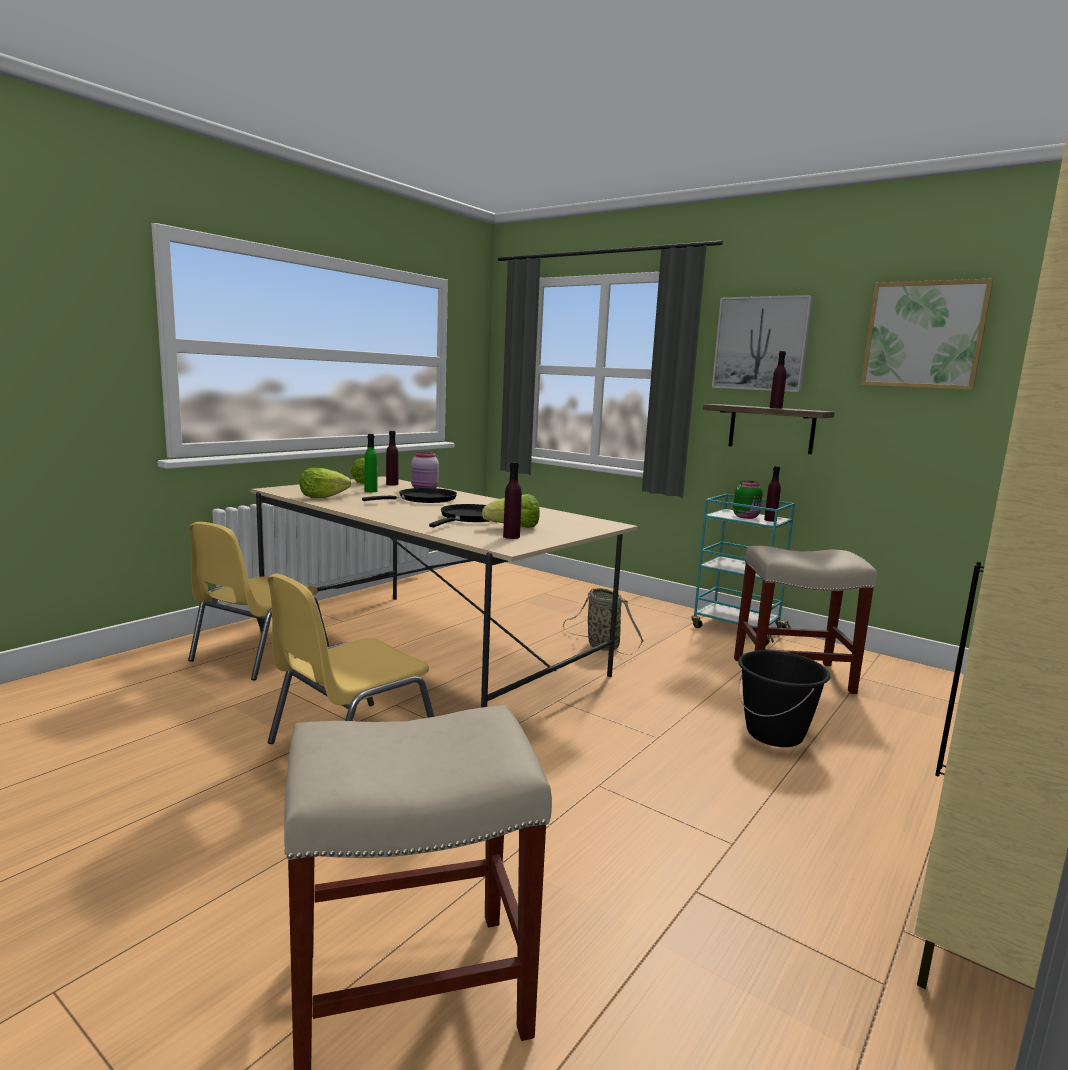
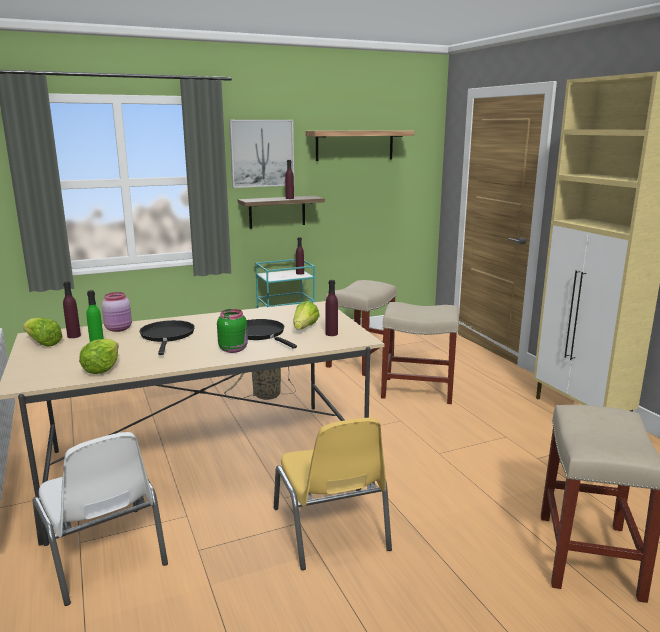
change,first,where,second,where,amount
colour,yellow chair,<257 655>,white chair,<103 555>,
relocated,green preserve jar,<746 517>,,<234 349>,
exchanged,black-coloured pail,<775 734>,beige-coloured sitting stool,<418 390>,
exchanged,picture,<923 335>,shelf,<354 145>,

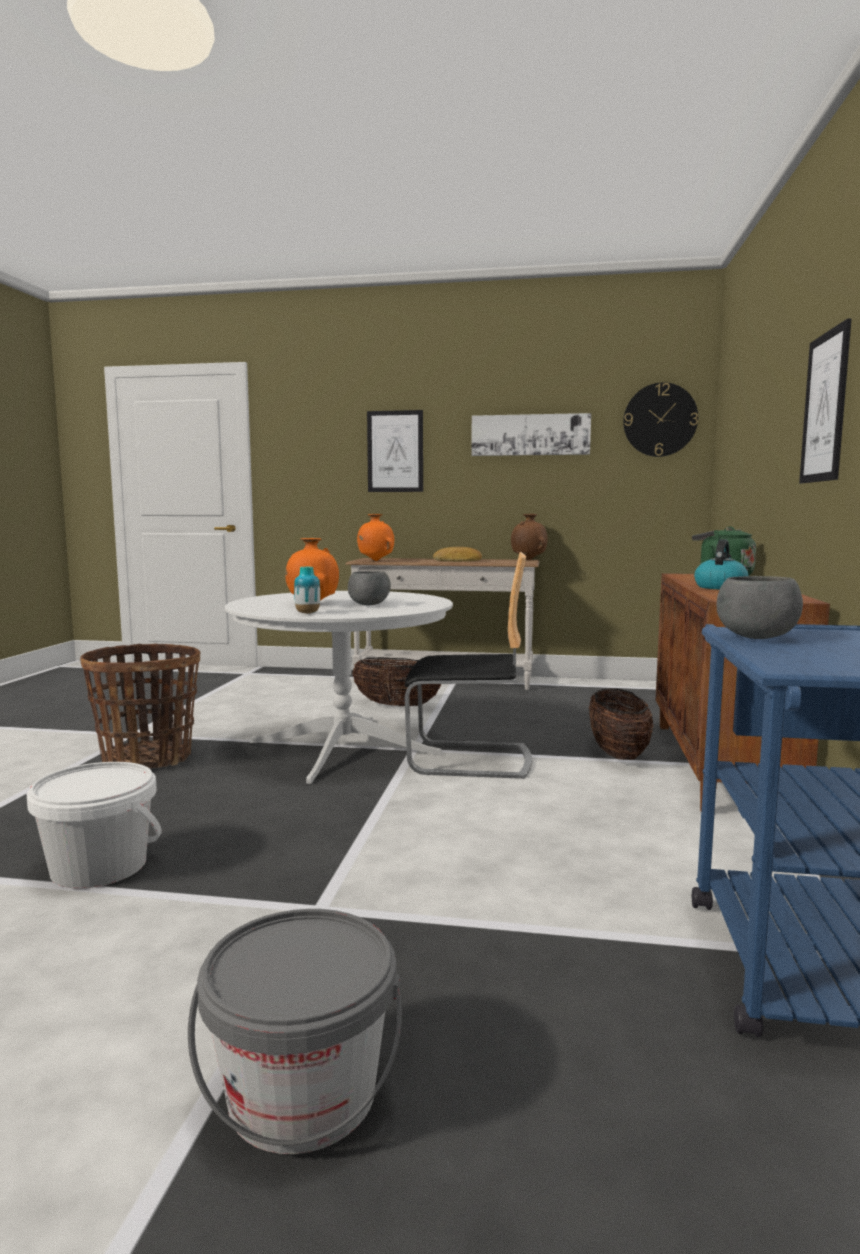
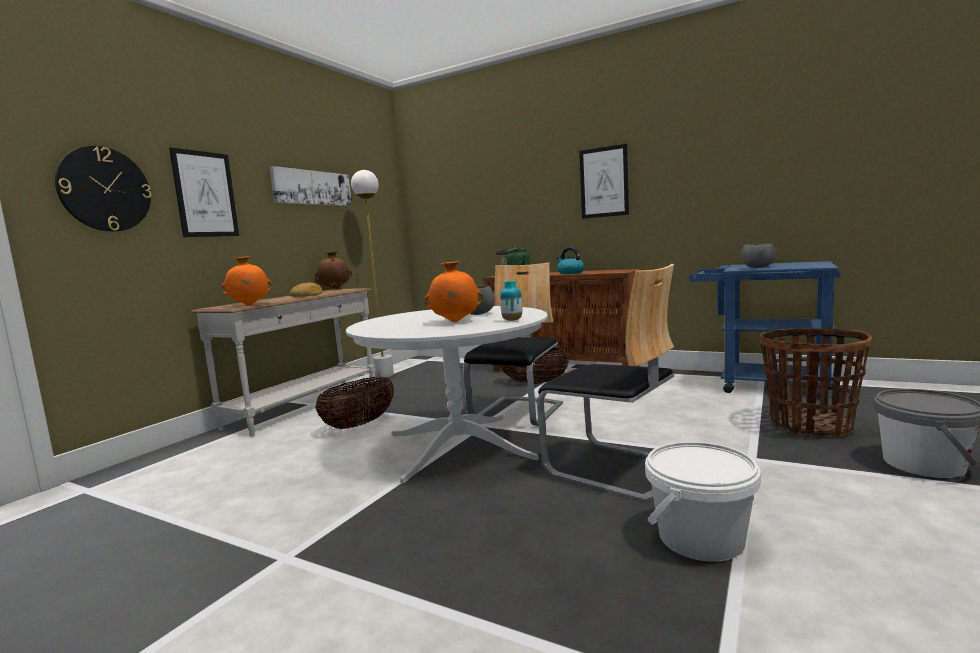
change,first,where,second,where,amount
relocated,household basket,<148 759>,,<809 426>,
relocated,hanging clock,<660 420>,,<105 189>,
appeared,,,white standing lamp,<384 375>,
appeared,,,chair,<614 469>,

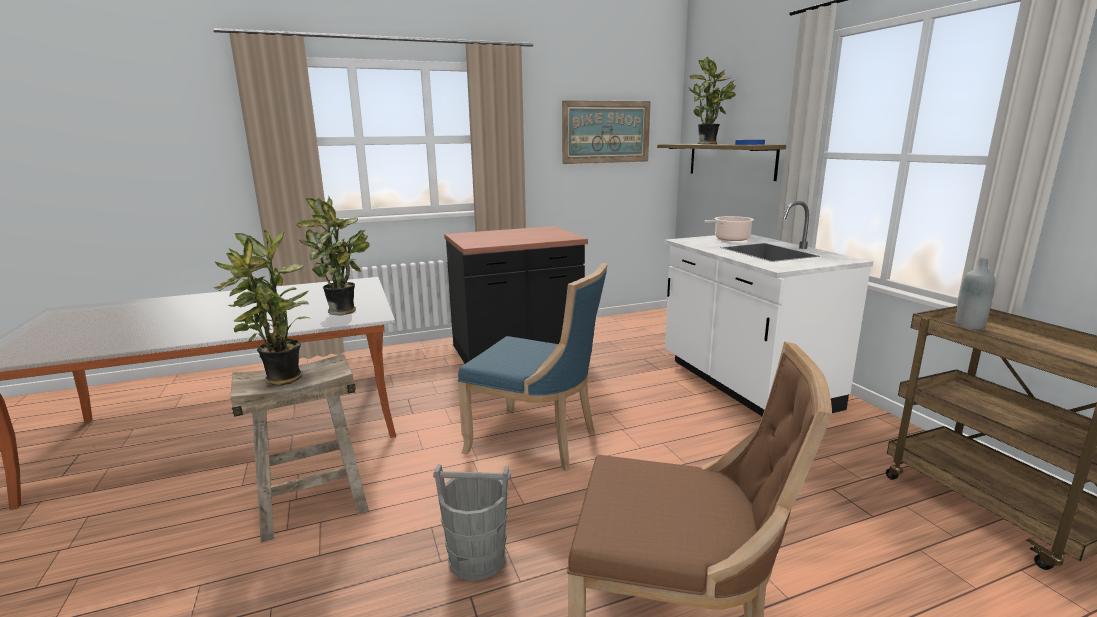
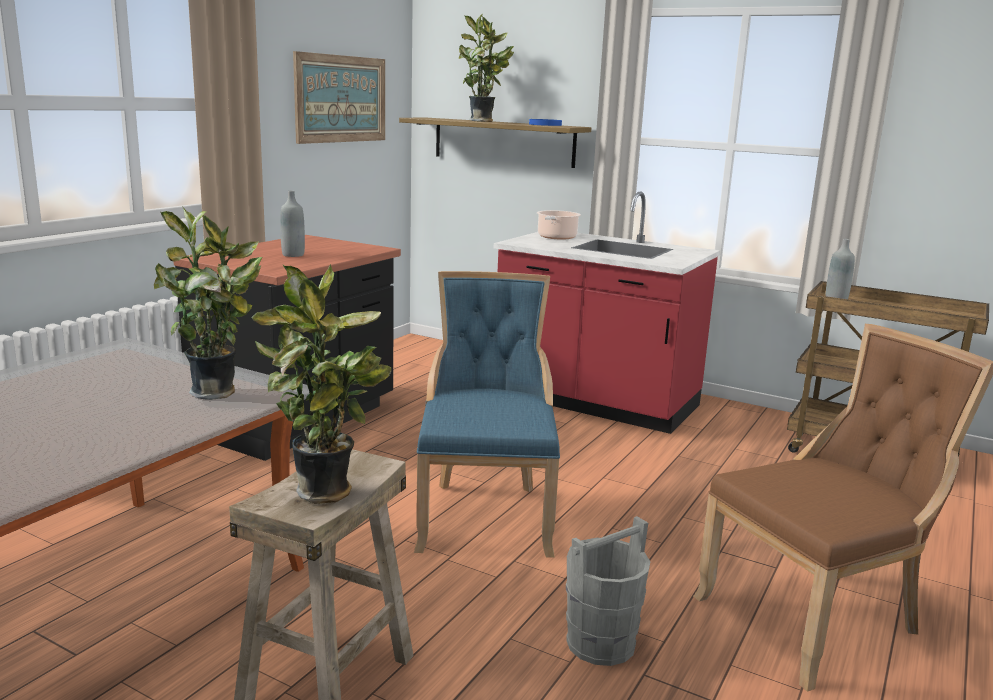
change,first,where,second,where,amount
spun,blue chair,<537 441>,,<485 515>,75 degrees counterclockwise
colour,white kitchen base unit,<744 384>,reddish kitchen base unit,<595 402>,
appeared,,,gray beverage bottle,<293 255>,

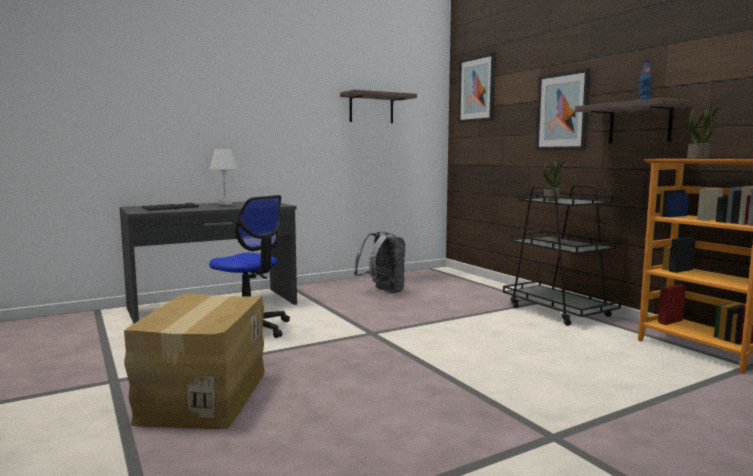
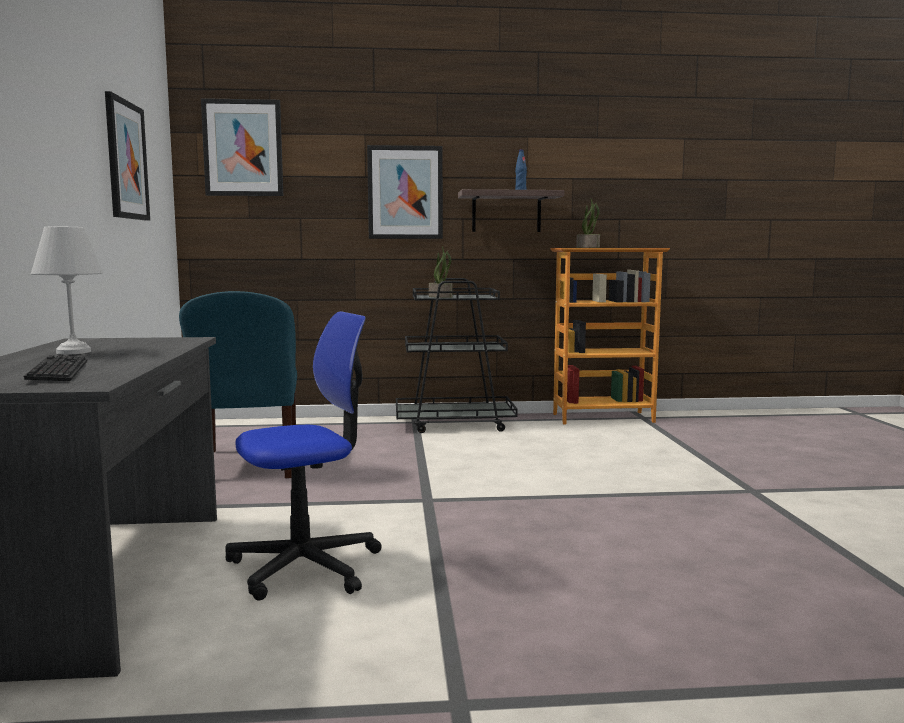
change,first,where,second,where,amount
missing,carton,<203 395>,,,
exchanged,shelf,<371 108>,picture,<126 160>,
exchanged,gray backpack,<382 291>,blue chair,<248 465>,

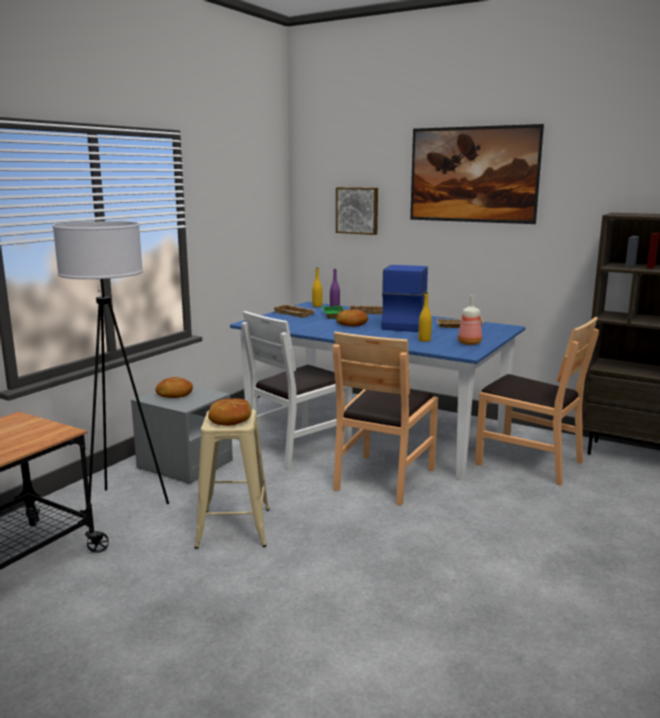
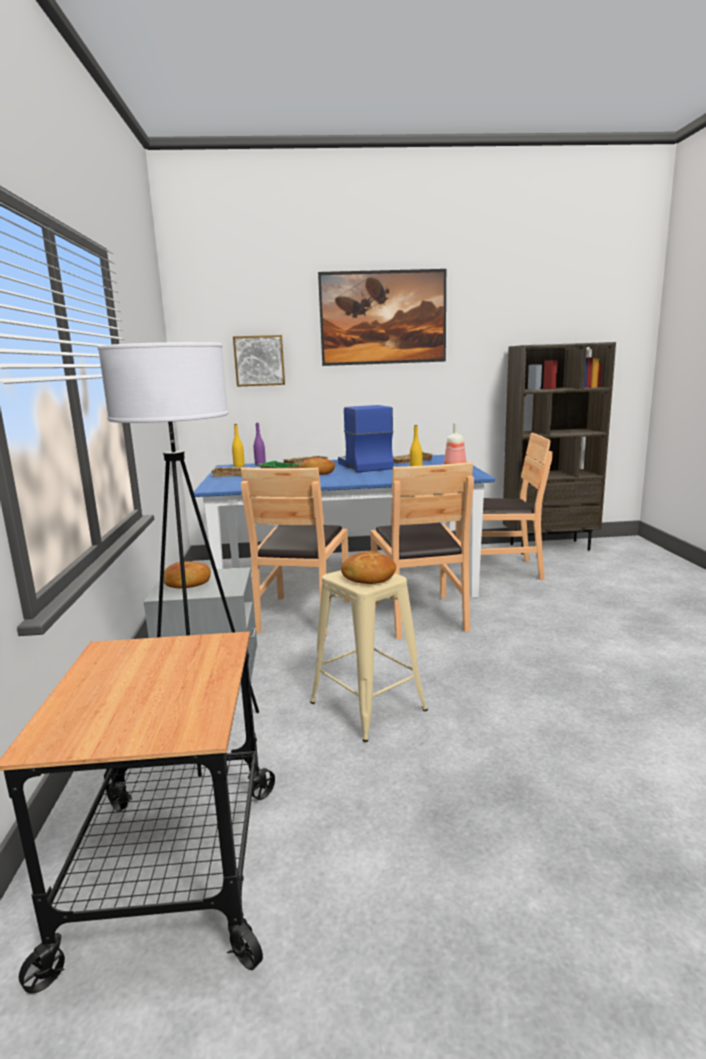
change,first,where,second,where,amount
colour,white chair,<298 448>,brown-coloured chair,<302 615>,

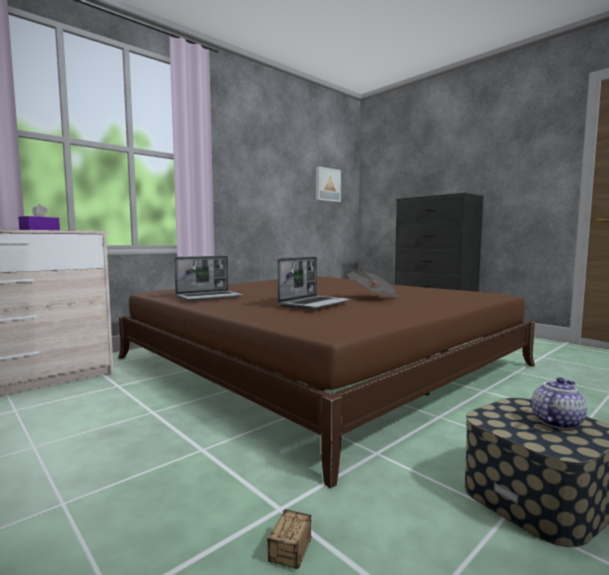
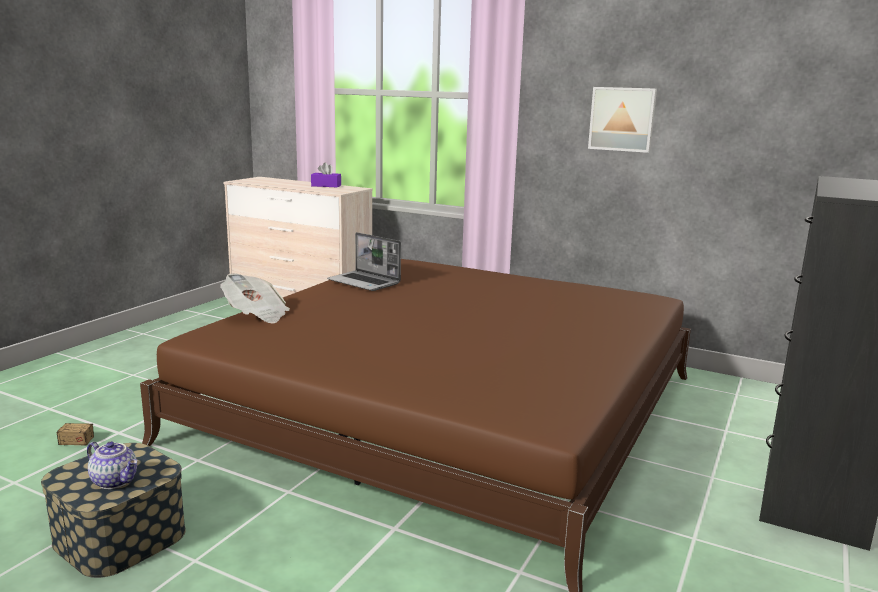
change,first,where,second,where,amount
missing,laptop,<314 304>,,,
relocated,picture,<327 185>,,<622 119>,
relocated,printed paper,<374 298>,,<256 315>,

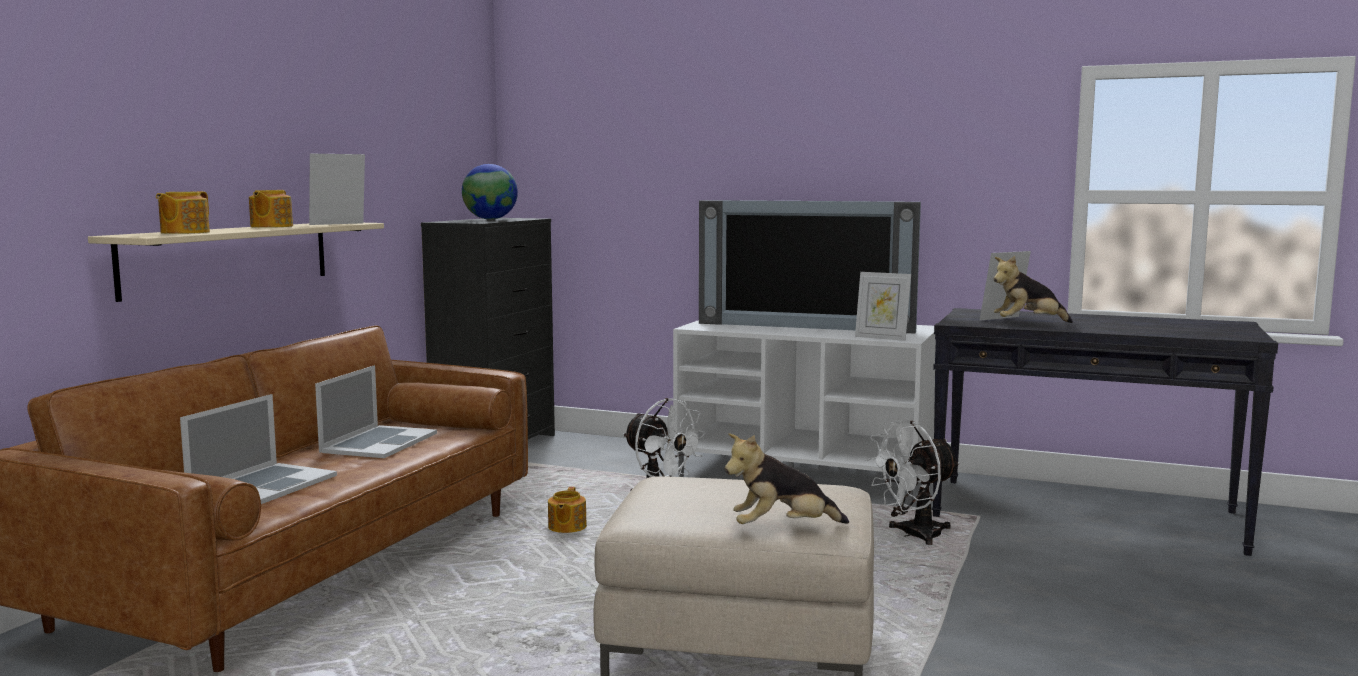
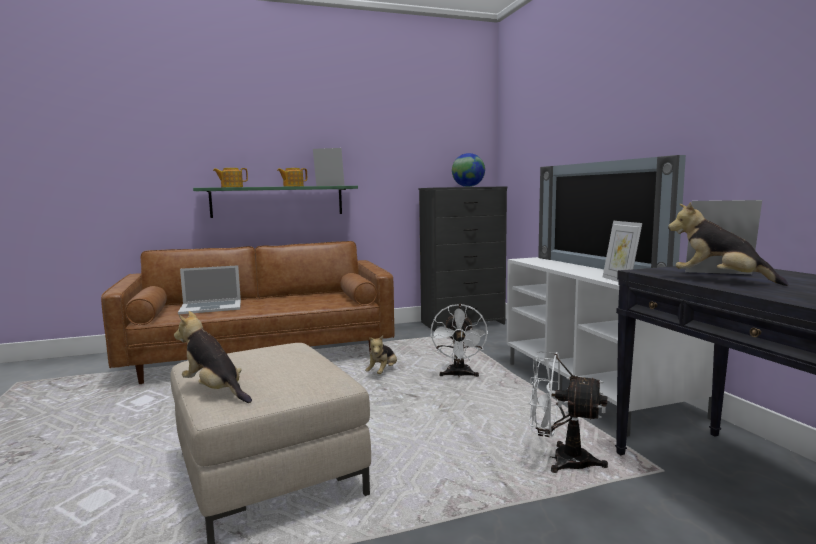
change,first,where,second,where,amount
colour,beige-coloured shelf,<229 257>,green shelf,<277 201>,
missing,laptop,<378 442>,,,
exchanged,tea pot,<566 527>,cuddly toy,<383 372>,

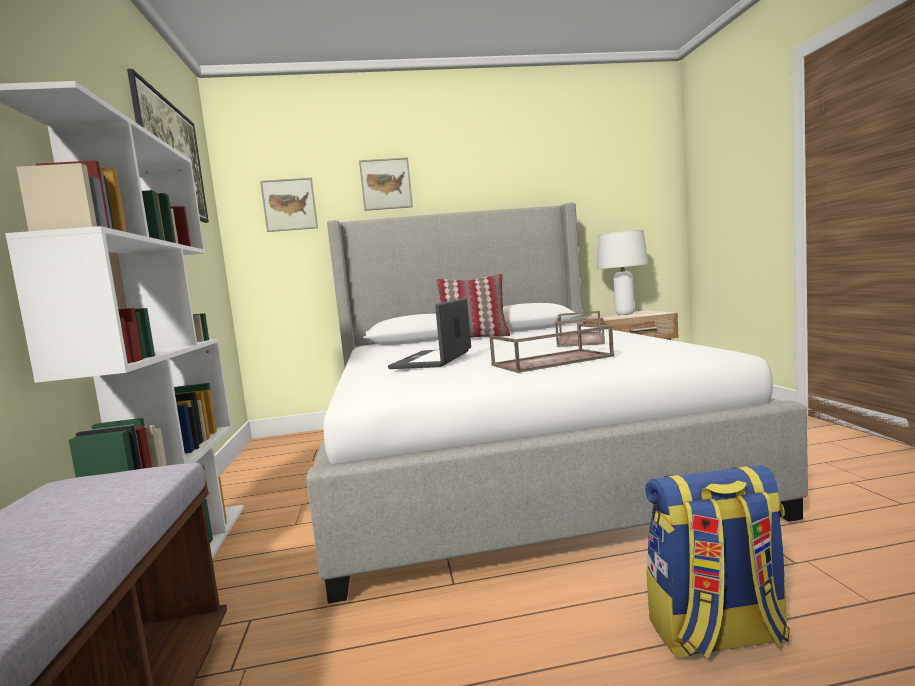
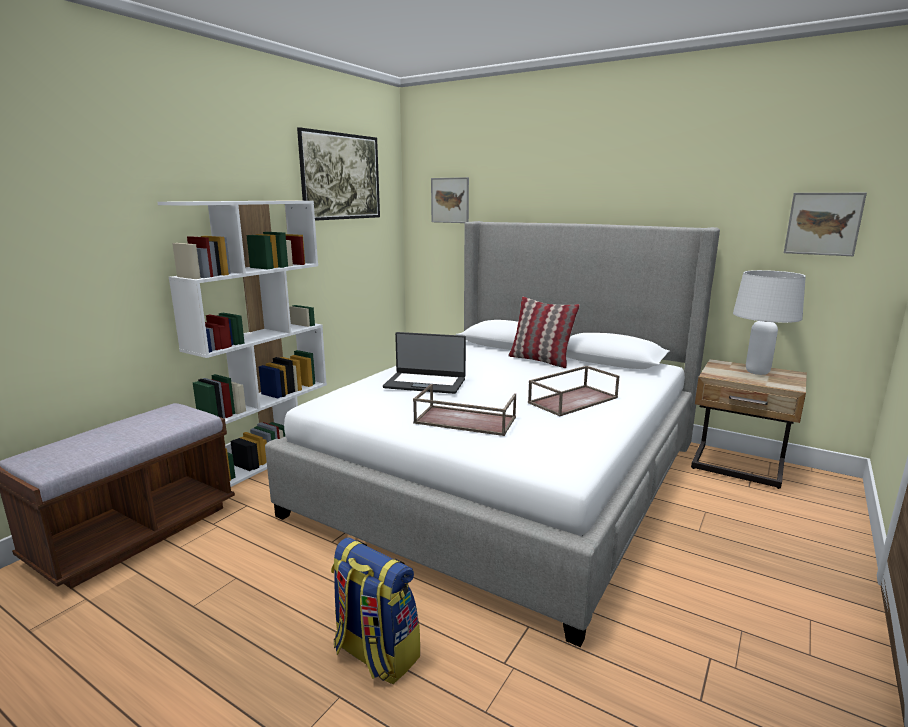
change,first,where,second,where,amount
relocated,picture,<386 184>,,<823 224>,
spun,laptop,<434 359>,,<425 383>,135 degrees counterclockwise

